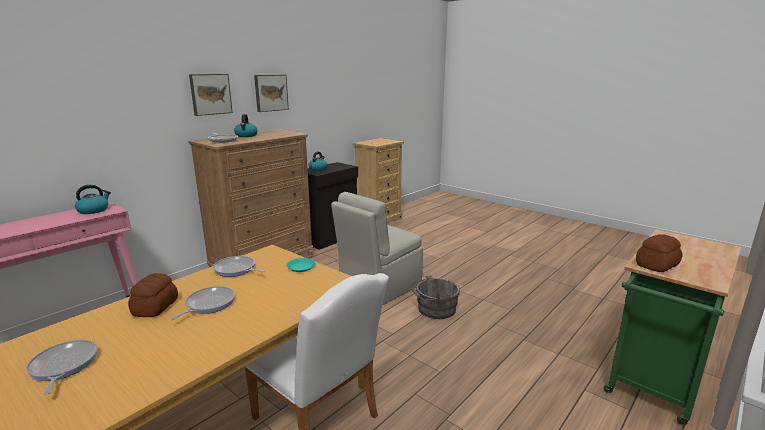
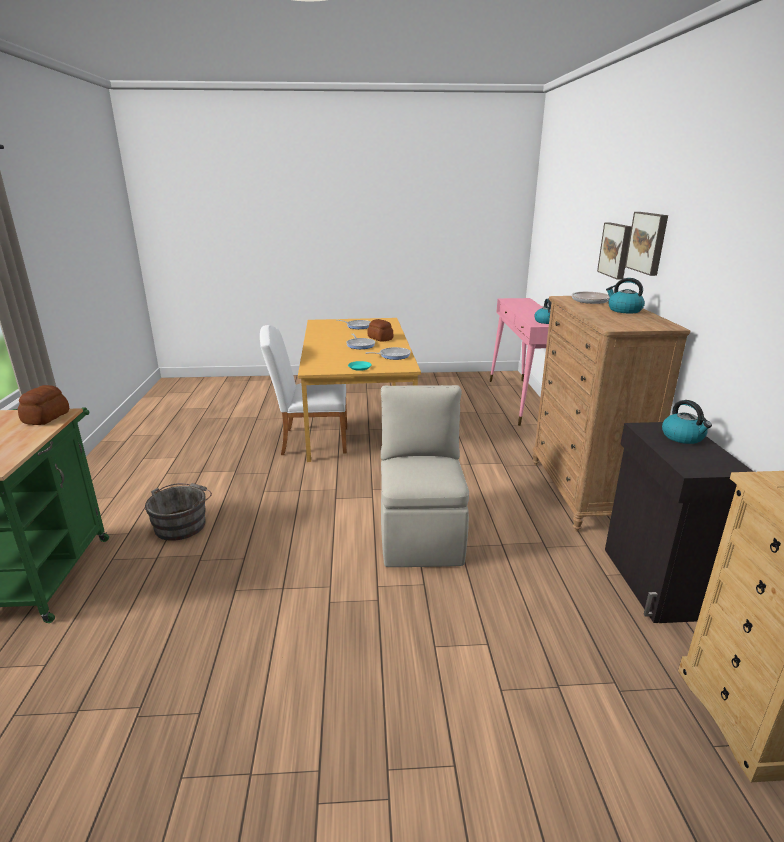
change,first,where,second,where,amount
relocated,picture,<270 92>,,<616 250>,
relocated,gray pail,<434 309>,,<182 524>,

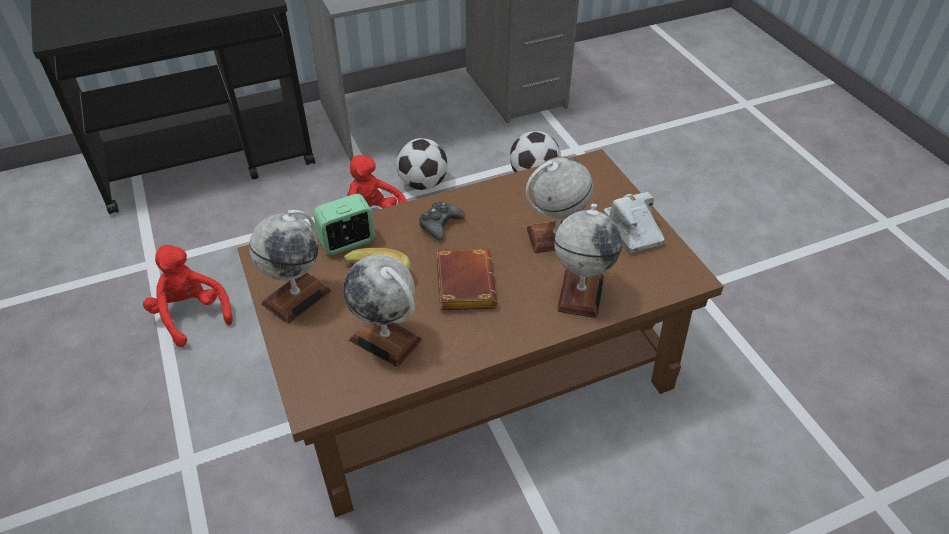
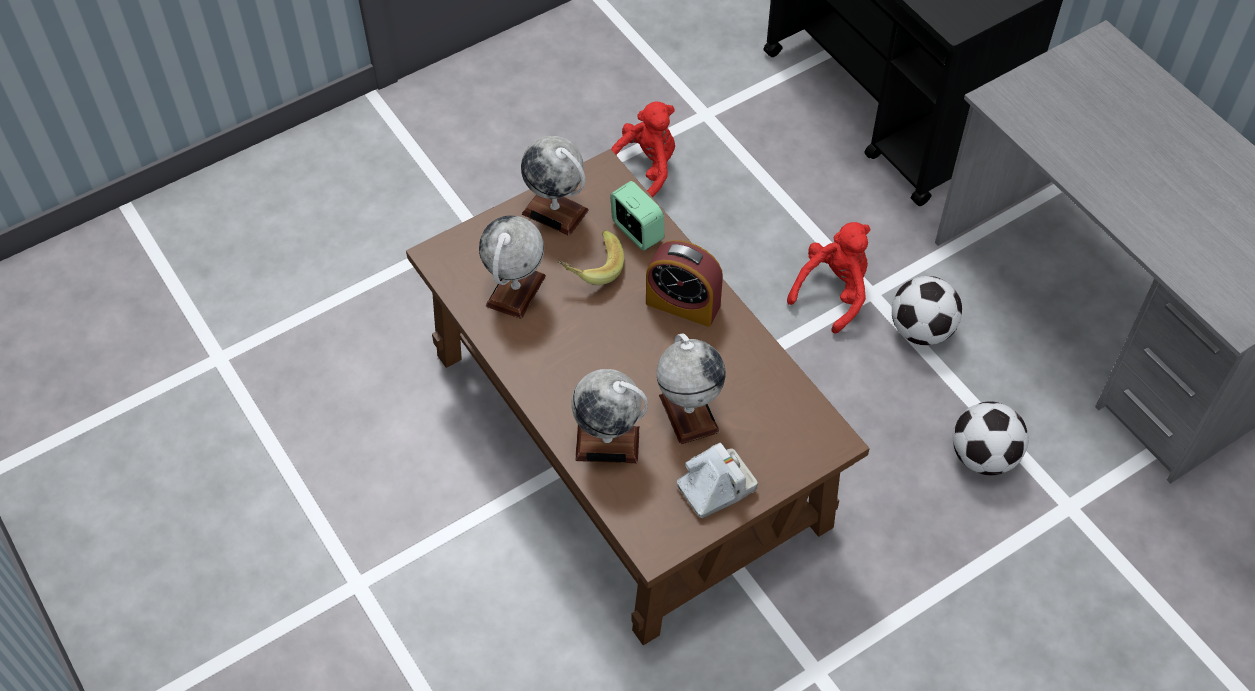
change,first,where,second,where,amount
exchanged,black-coloured joypad,<440 224>,table clock,<683 304>,
missing,brown-coloured bound book,<462 283>,,,

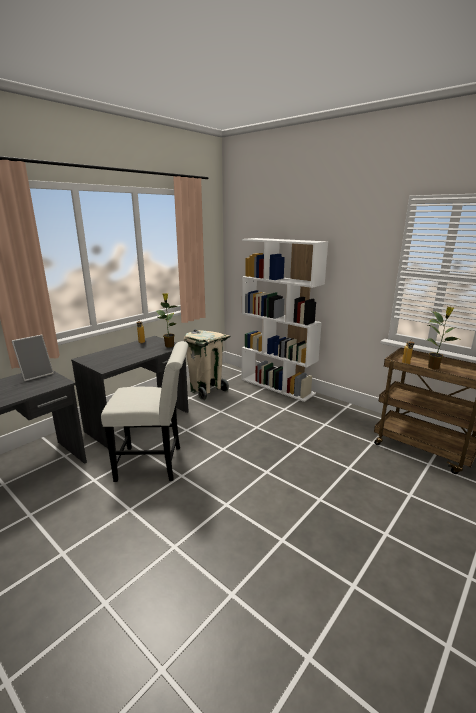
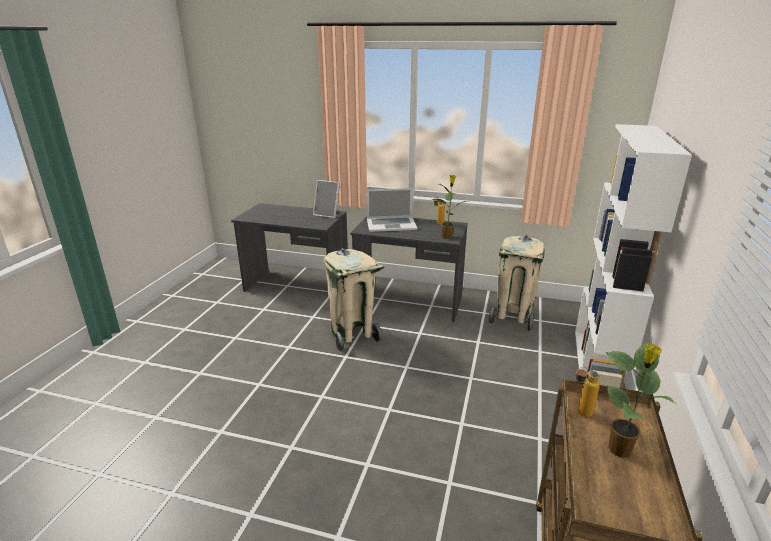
change,first,where,second,where,amount
exchanged,white chair,<155 463>,beige-coloured trash can,<352 336>,
appeared,,,laptop,<391 224>,

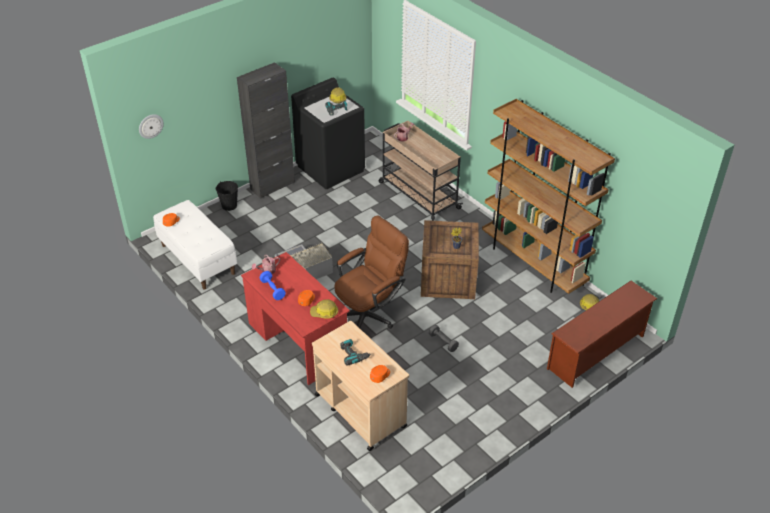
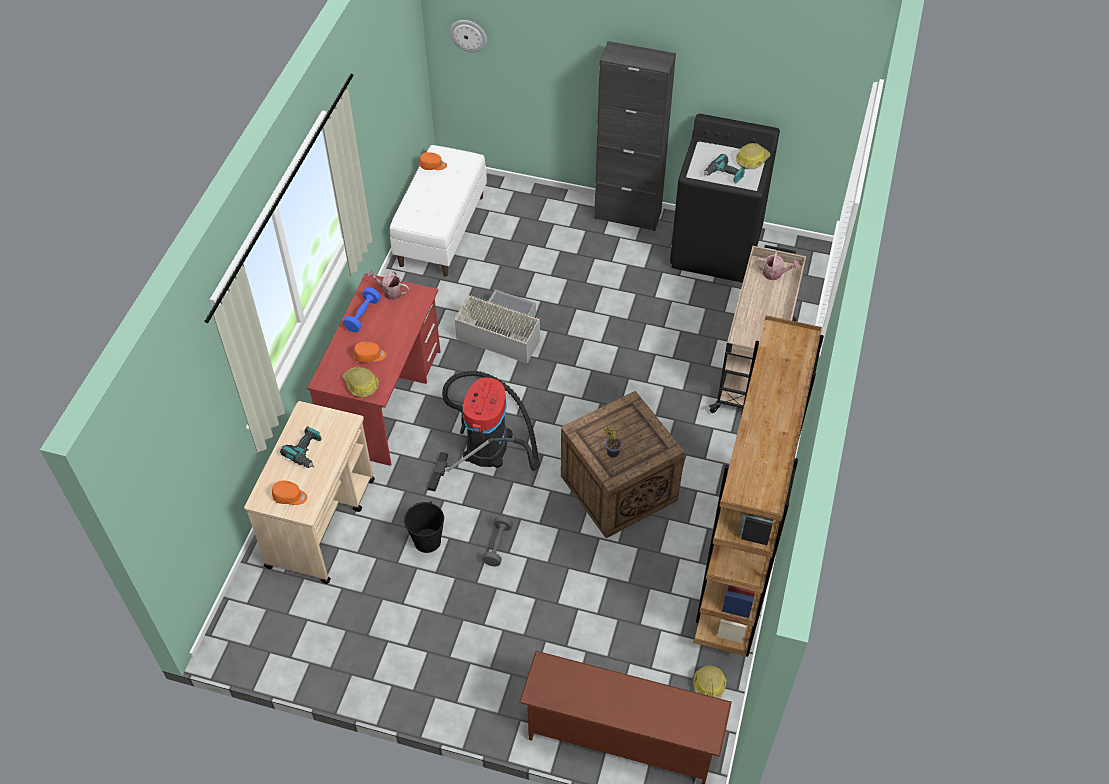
change,first,where,second,where,amount
relocated,black-coloured pail,<229 205>,,<427 541>,
exchanged,brown-coloured computer chair,<370 313>,vacuum cleaner,<487 440>,

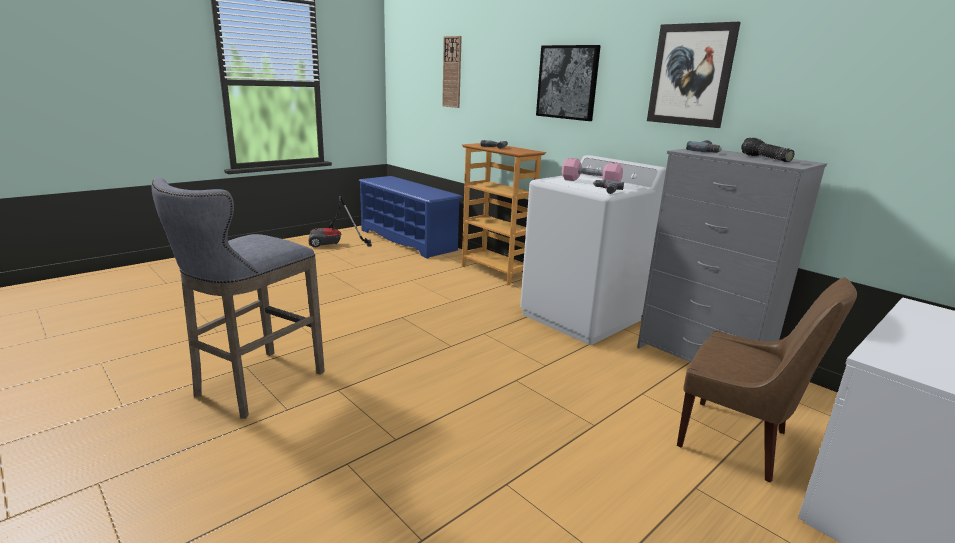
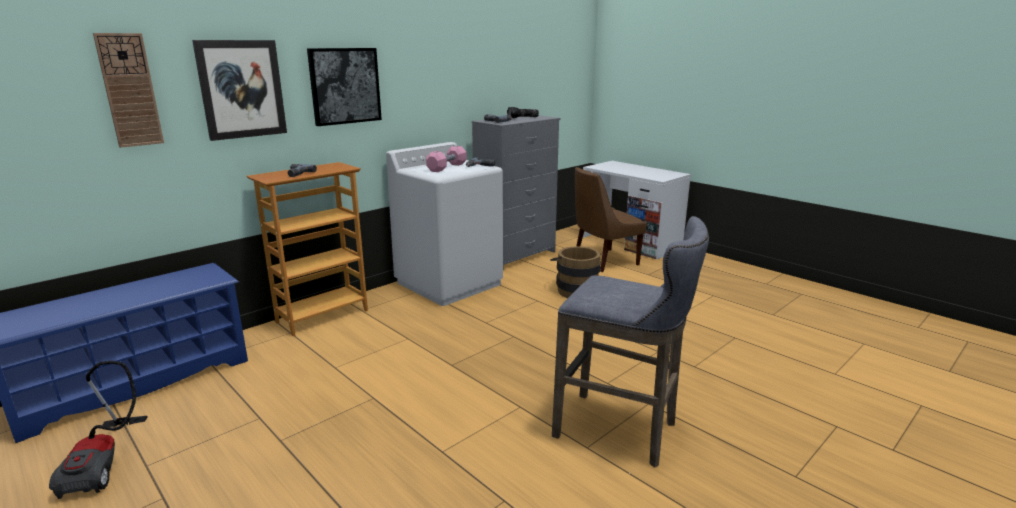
change,first,where,second,where,amount
relocated,picture,<691 75>,,<242 89>,
spun,brown-coloured chair,<737 441>,,<603 261>,150 degrees counterclockwise
appeared,,,brown-coloured pail,<575 290>,

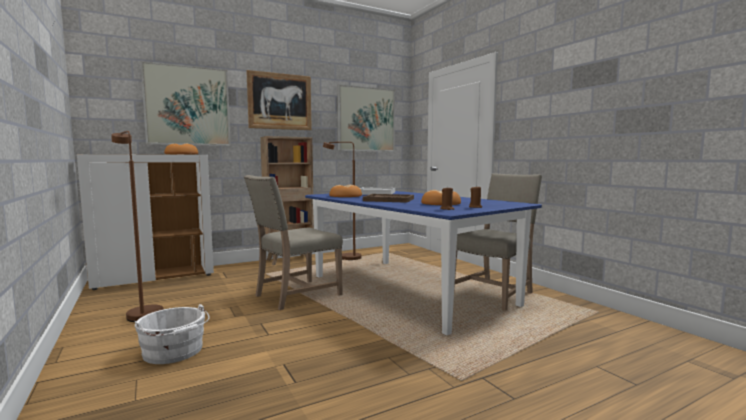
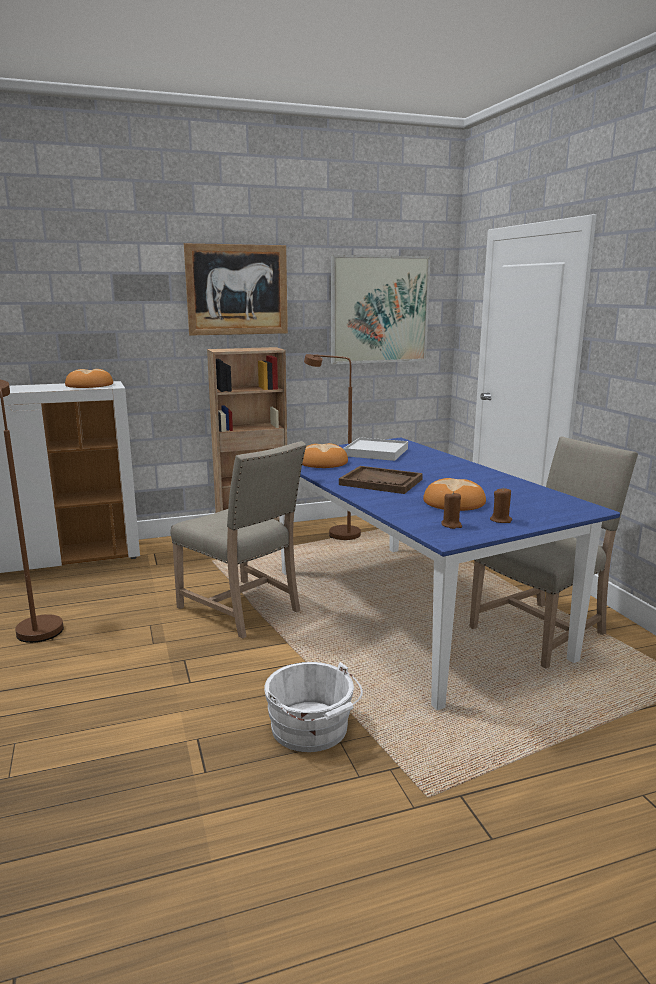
change,first,where,second,where,amount
relocated,white pail,<174 352>,,<312 730>,
missing,picture,<187 106>,,,
spun,beige-coloured chair,<295 295>,,<243 609>,105 degrees counterclockwise

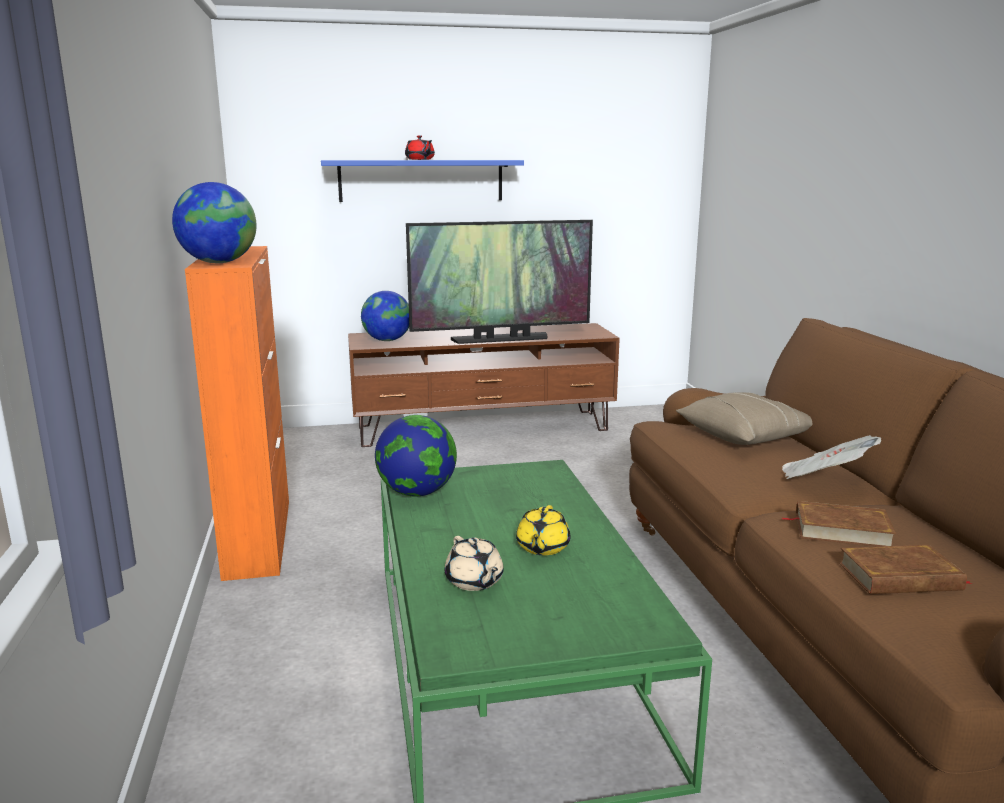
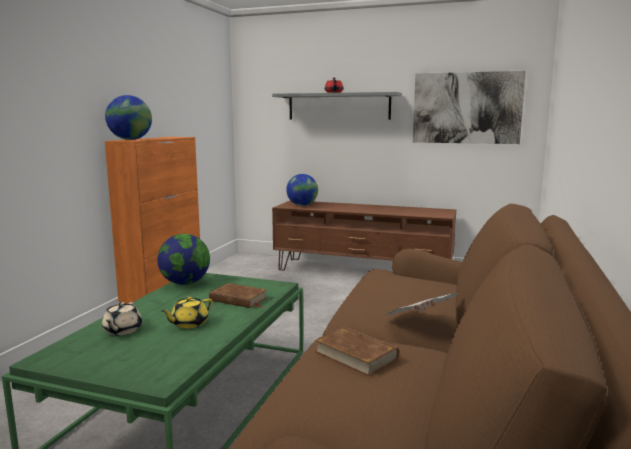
change,first,where,second,where,amount
colour,blue shelf,<421 180>,gray shelf,<338 106>,
missing,television,<500 339>,,,
missing,beige-coloured throw pillow,<744 435>,,,
relocated,brown-coloured bound book,<900 577>,,<238 299>,
appeared,,,picture,<466 108>,

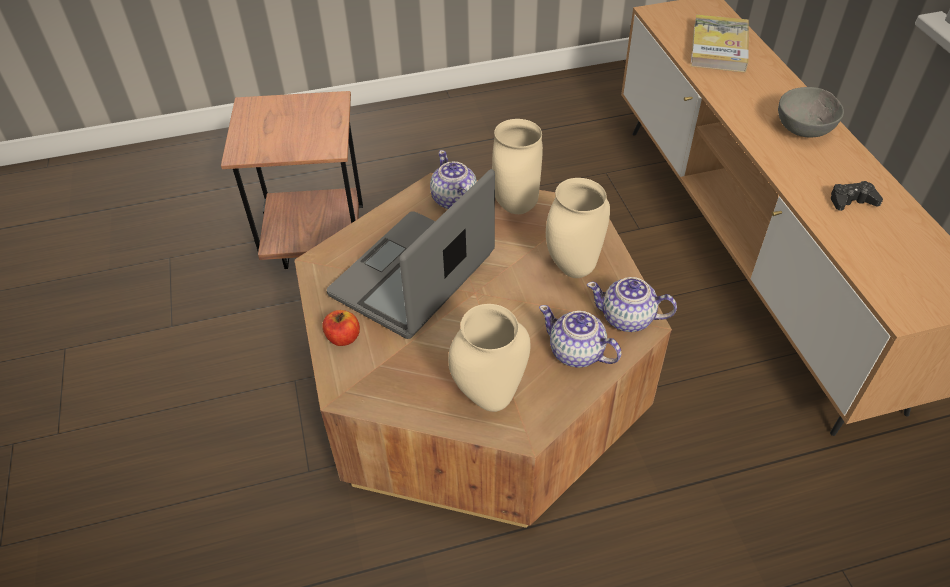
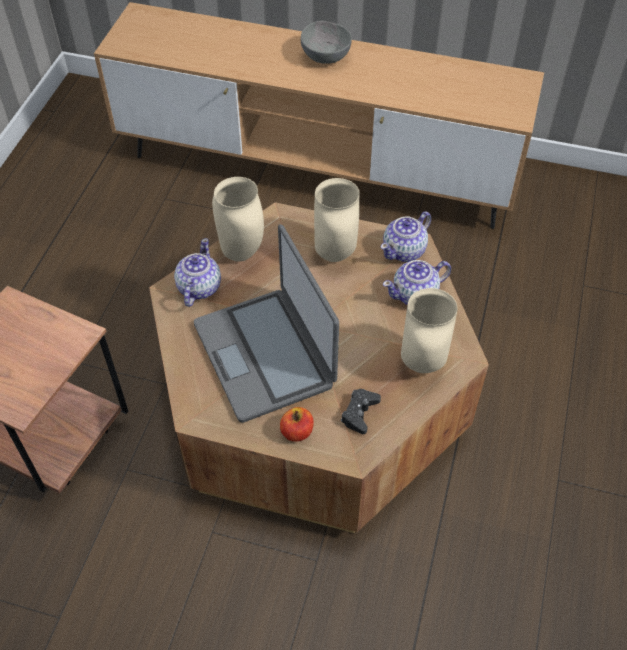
change,first,where,second,where,amount
spun,tea pot,<453 200>,,<198 288>,90 degrees clockwise
missing,bound book,<719 47>,,,
relocated,black-coloured joypad,<852 201>,,<359 413>,

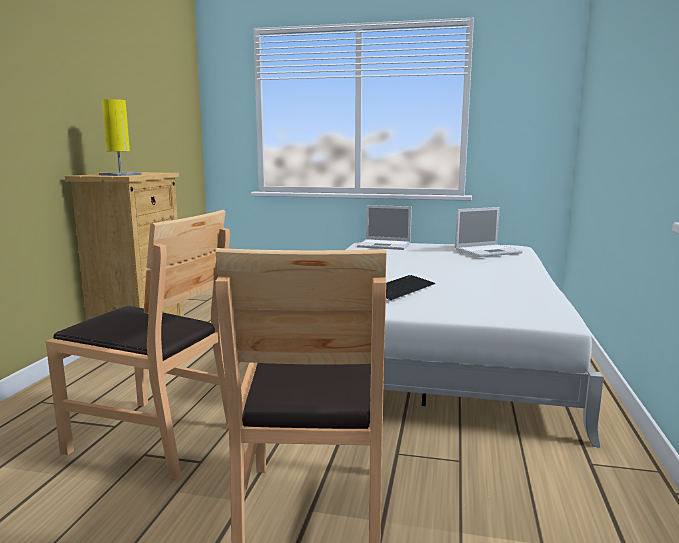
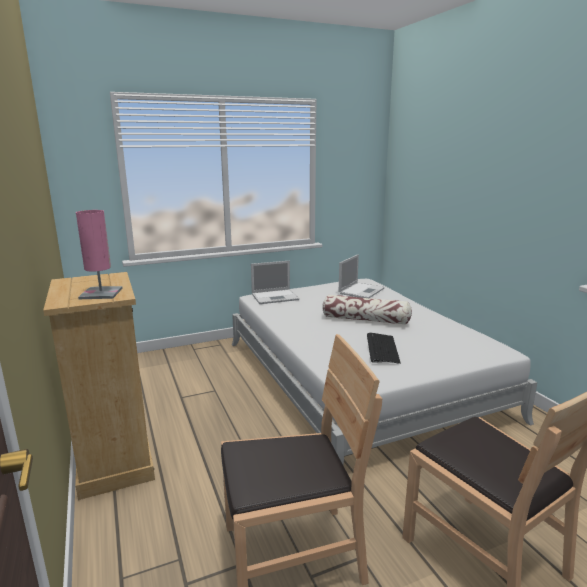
change,first,where,second,where,amount
colour,yellow tabletop lamp,<120 175>,pinkish tabletop lamp,<101 293>,
appeared,,,throw pillow,<365 320>,

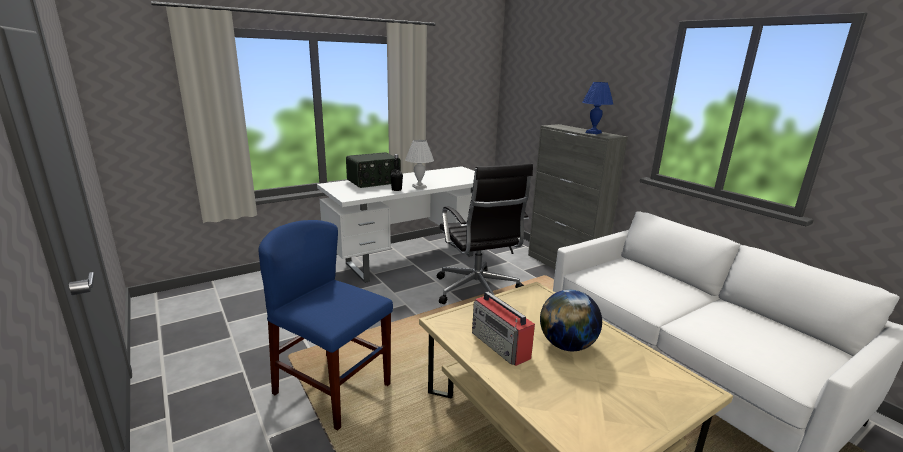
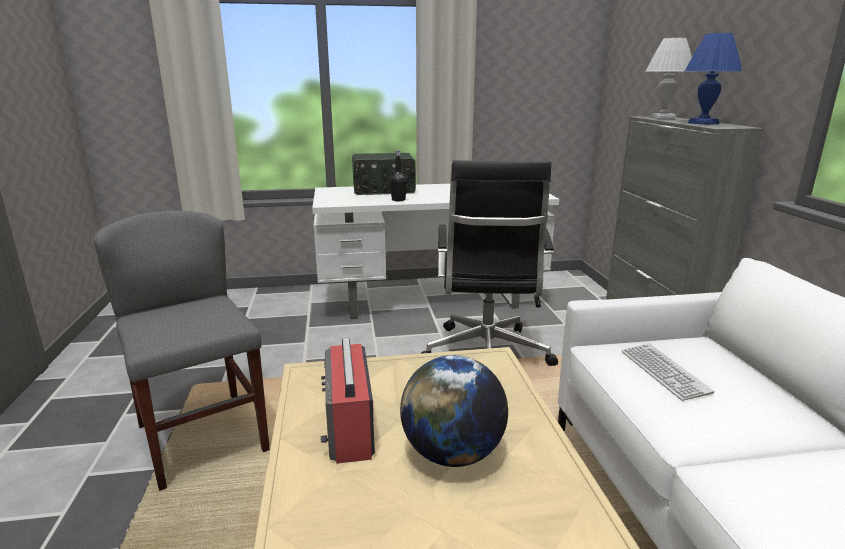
change,first,where,second,where,amount
colour,blue chair,<333 389>,gray chair,<202 438>,
relocated,white tabletop lamp,<419 187>,,<662 118>,
appeared,,,computer keyboard,<664 372>,

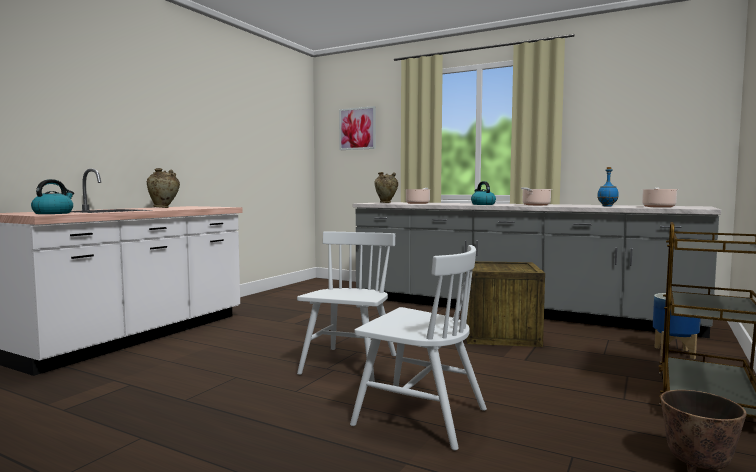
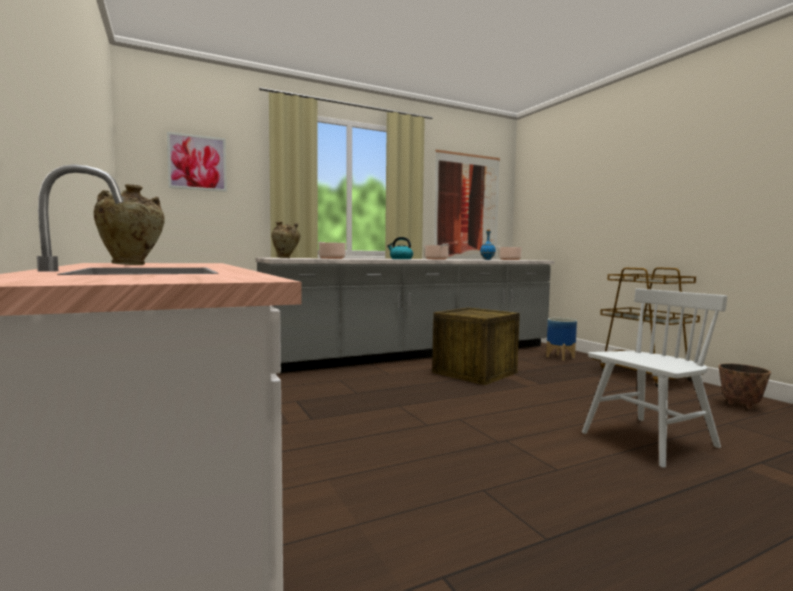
change,first,where,second,where,amount
missing,kettle,<53 213>,,,
missing,white chair,<349 365>,,,
appeared,,,picture,<467 212>,

